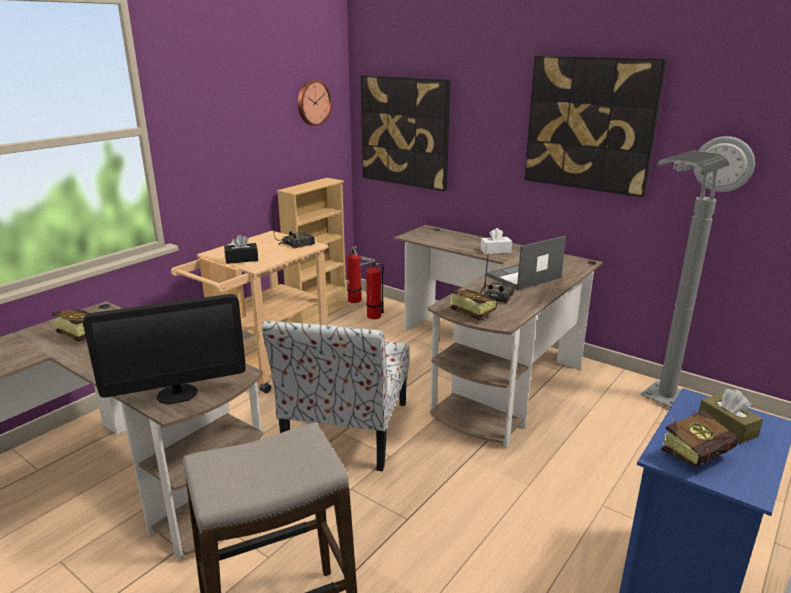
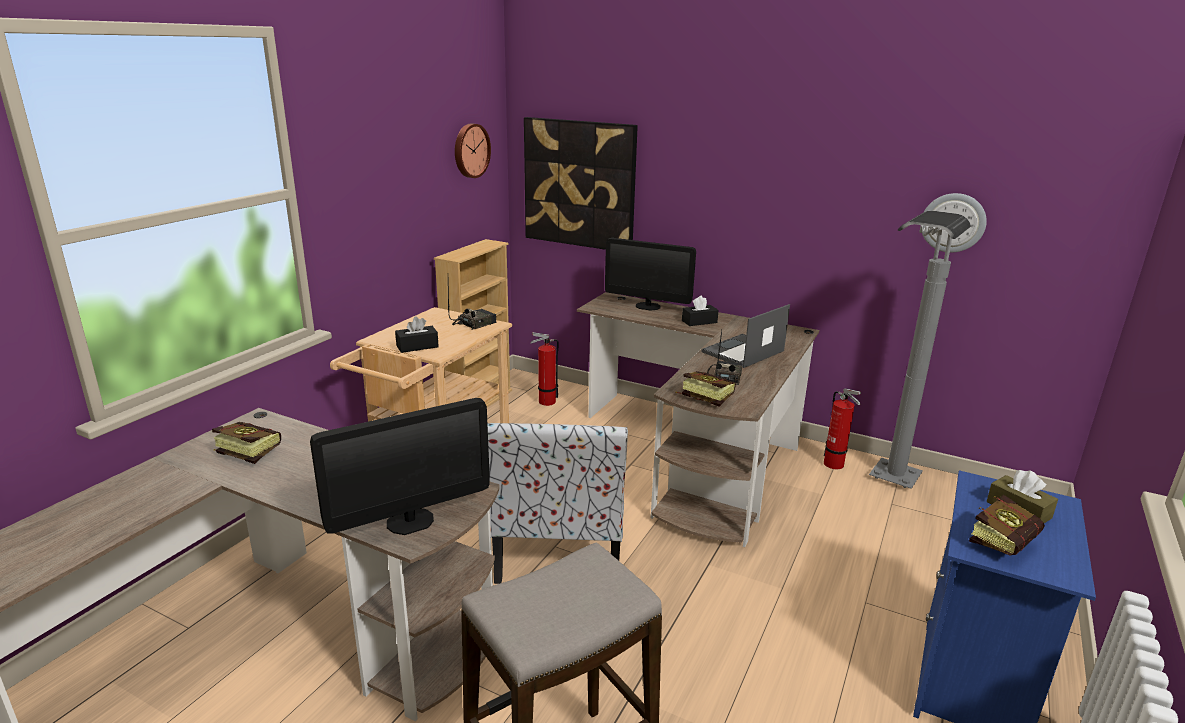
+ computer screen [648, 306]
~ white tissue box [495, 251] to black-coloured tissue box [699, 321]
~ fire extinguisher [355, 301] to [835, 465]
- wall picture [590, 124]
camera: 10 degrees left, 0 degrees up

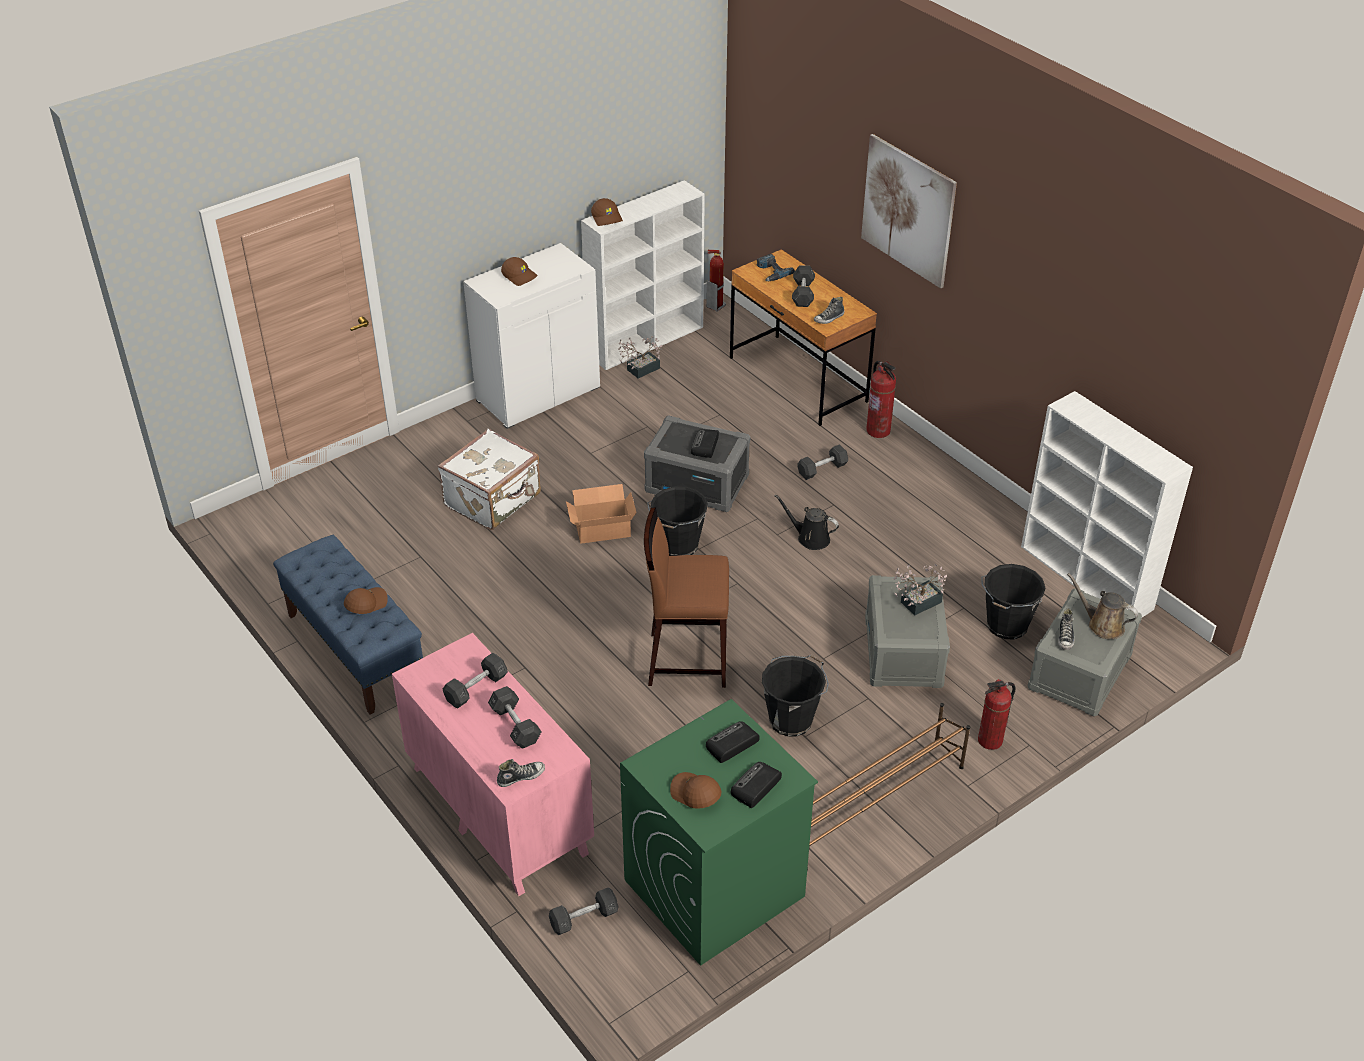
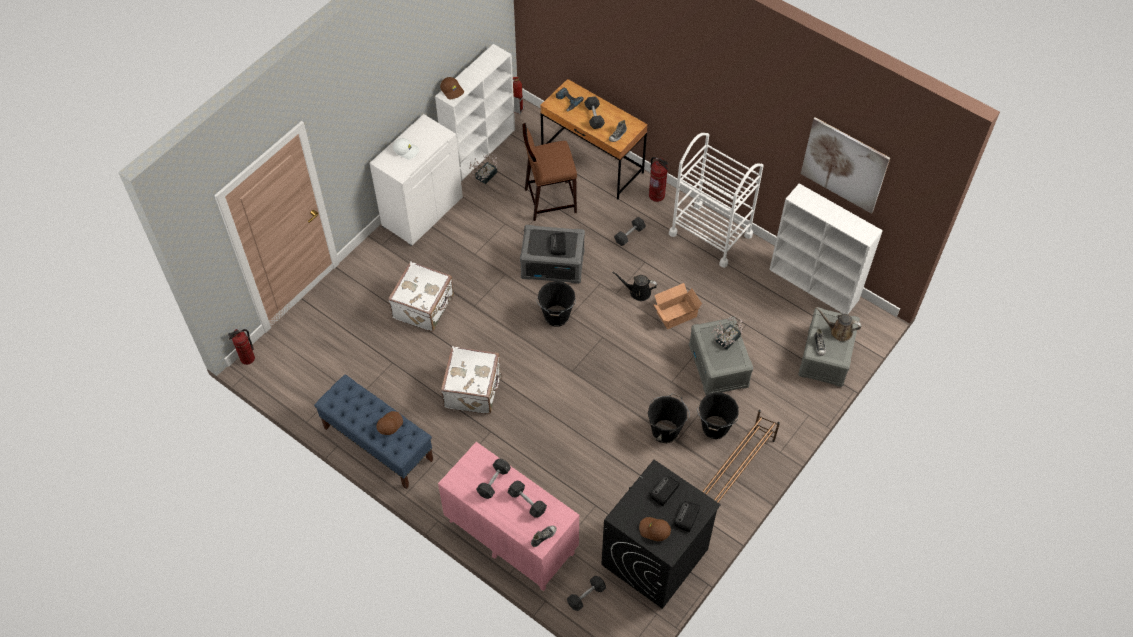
~ fire extinguisher [990, 741] to [247, 359]
~ brown peaked cap [520, 276] to white peaked cap [406, 150]
+ white travel case [473, 390]
~ brown stool [686, 659] to [549, 200]
~ green-coloured laundry appliance [713, 889] to black-coloured laundry appliance [654, 558]
~ packing box [601, 527] to [675, 313]
+ white wheeled cart [710, 234]
~ black-coloured pail [1006, 626] to [714, 428]
~ wall picture [908, 210] to [844, 165]
camera: 15 degrees left, 15 degrees up

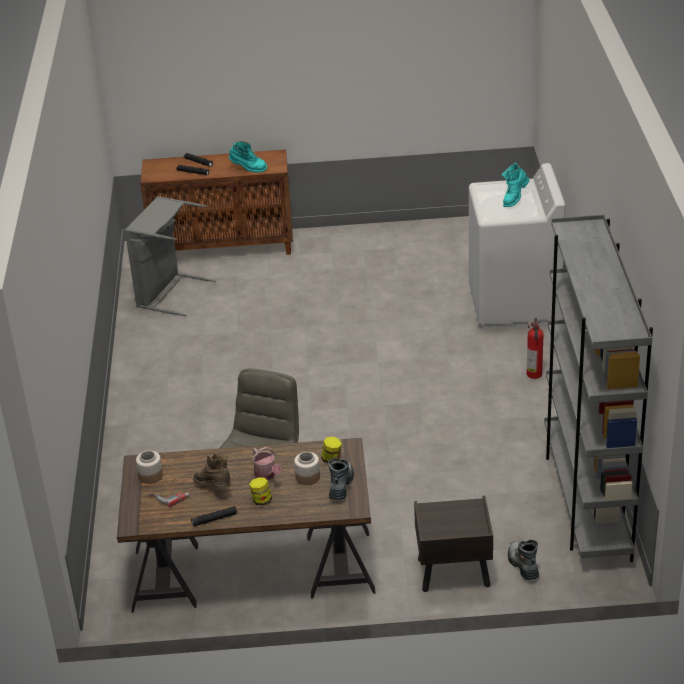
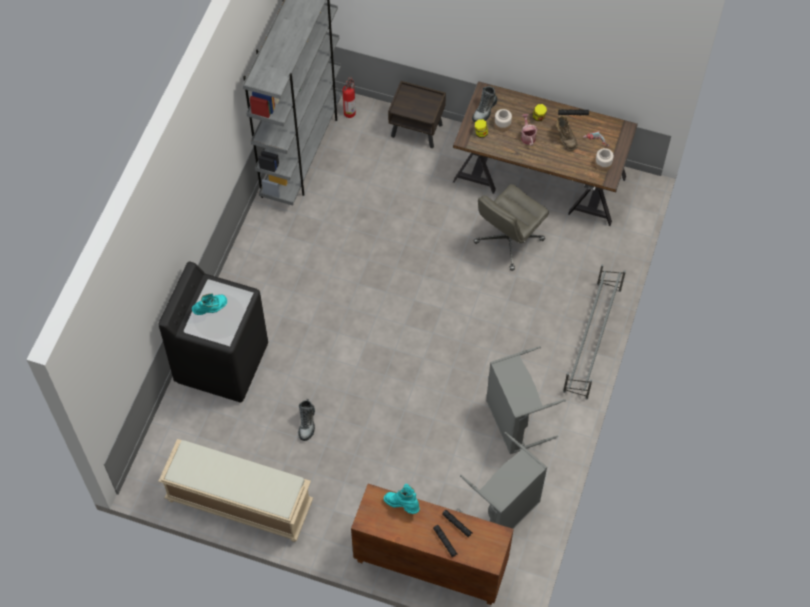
+ beige bench [238, 502]
~ white laundry appliance [514, 305] to black-coloured laundry appliance [222, 362]
~ boot [522, 565] to [307, 423]
~ fire extinguisher [534, 375] to [350, 112]
+ greyish laundry basket [514, 421]
+ greyish shoe rack [592, 340]
camera: 160 degrees left, 25 degrees up

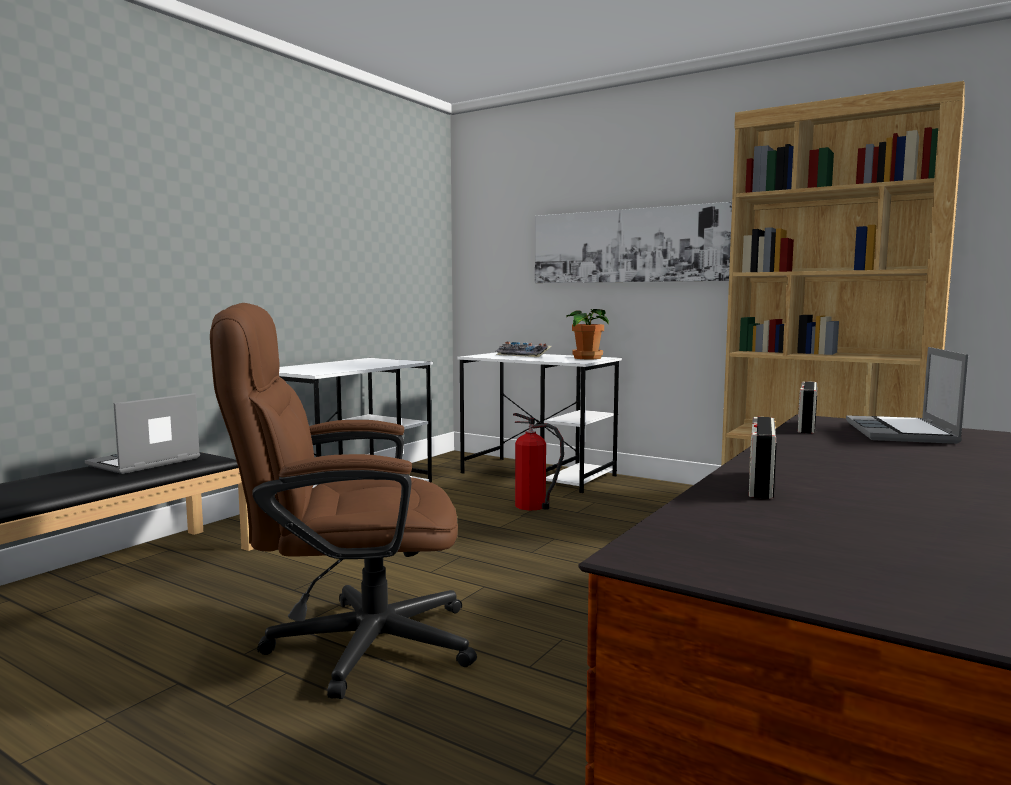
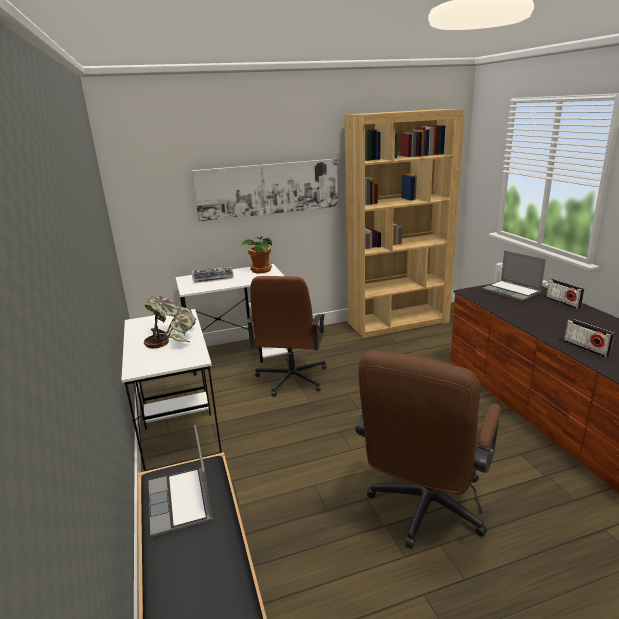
+ plant in a pot [172, 338]
~ fire extinguisher [533, 506] to brown office chair [291, 378]
~ radio [806, 427] to [563, 302]
camera: 50 degrees left, 15 degrees up

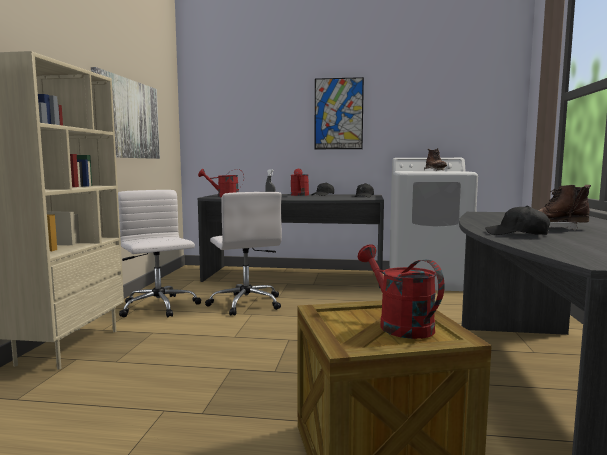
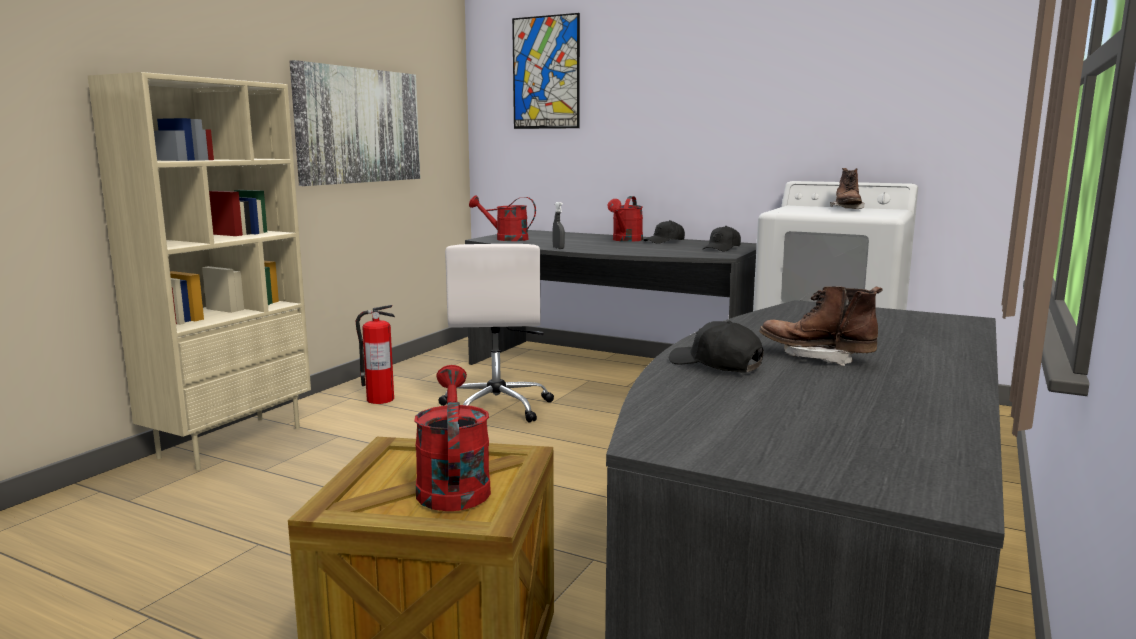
~ white office chair [159, 307] to fire extinguisher [379, 399]
~ wall picture [338, 114] to [546, 73]
camera: 20 degrees right, 5 degrees up

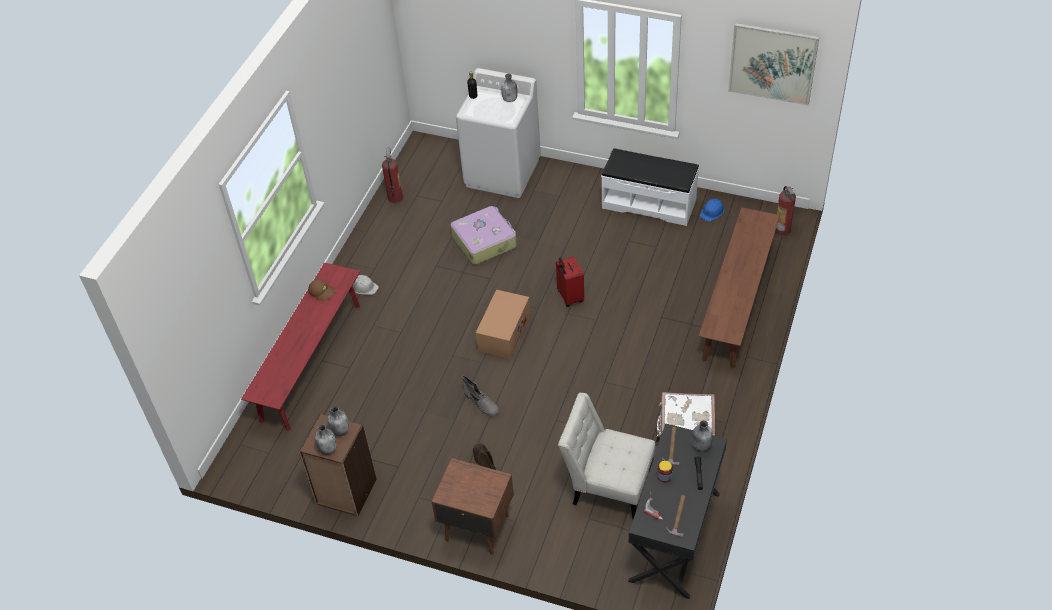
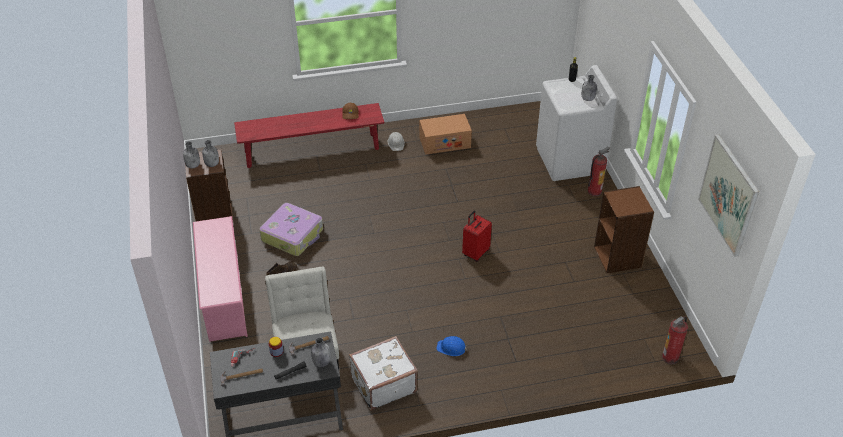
~ brown nightstand [476, 527] to pinkish shoe rack [224, 297]
~ travel case [484, 241] to [293, 235]
~ packing box [504, 332] to [444, 142]
~ blue-coloured work helmet [712, 212] to [451, 348]
~ fire extinguisher [395, 197] to [594, 191]
~ white bench [649, 203] to brown shelving unit [618, 257]
- greyish boot [481, 403]
- brown bench [737, 303]
camera: 55 degrees right, 5 degrees down

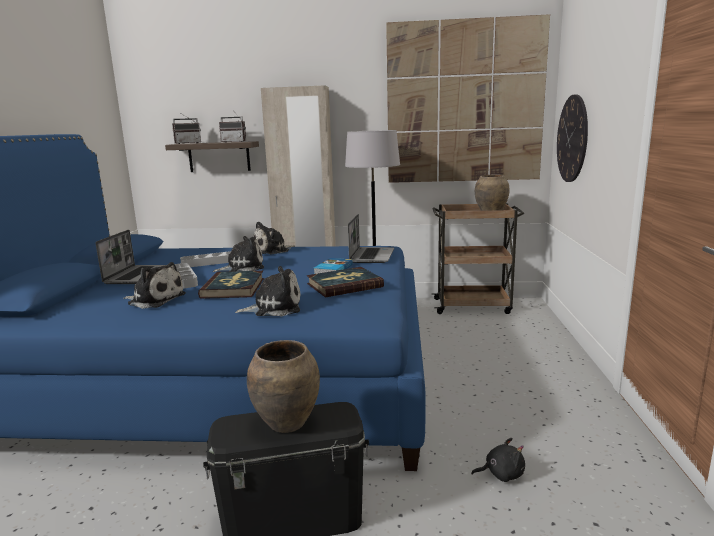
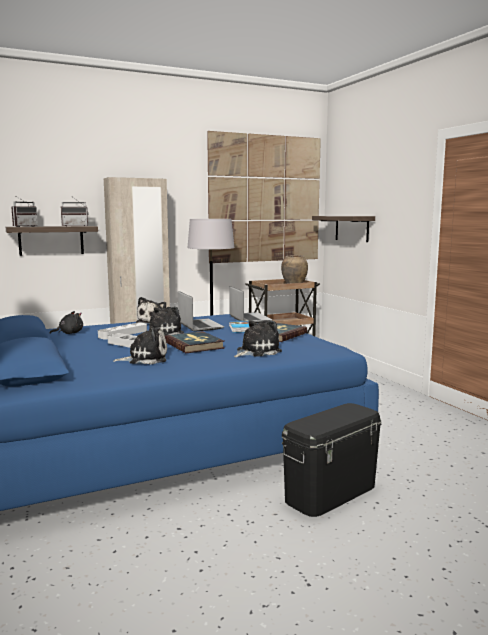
~ black-coloured cuddly toy [501, 474] to [69, 333]
~ notebook computer [137, 275] to [199, 326]
~ wall clock [572, 139] to shelf [352, 228]
- brown decorative vase [288, 423]
camera: 30 degrees left, 5 degrees down

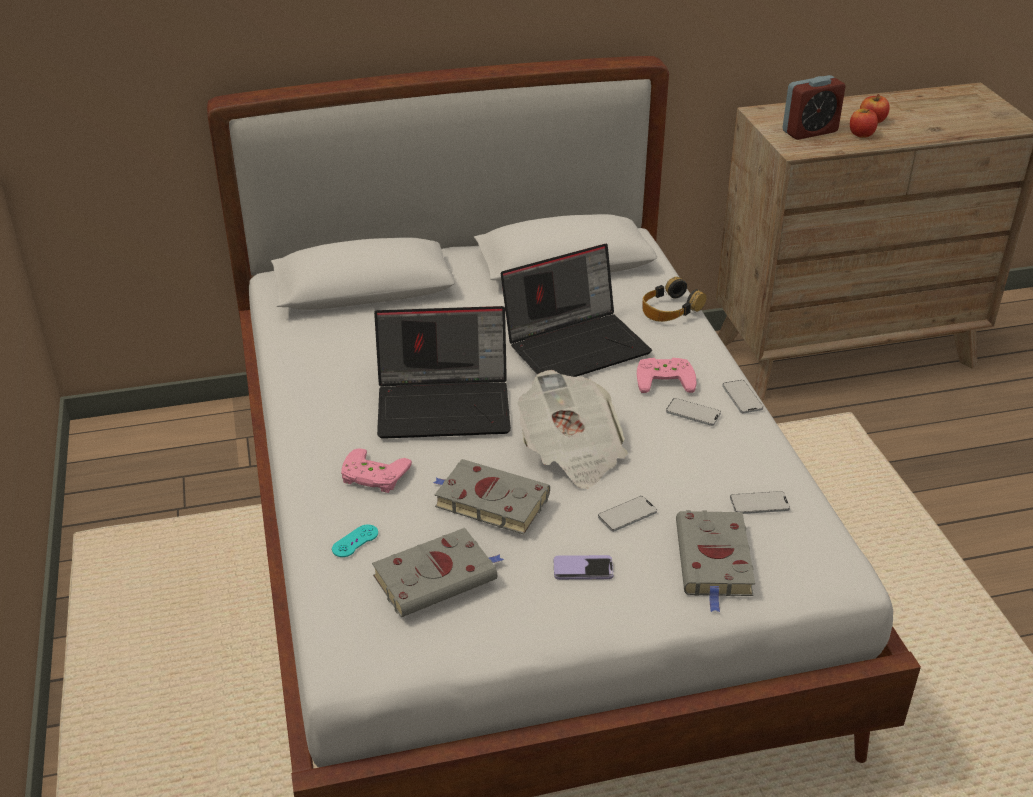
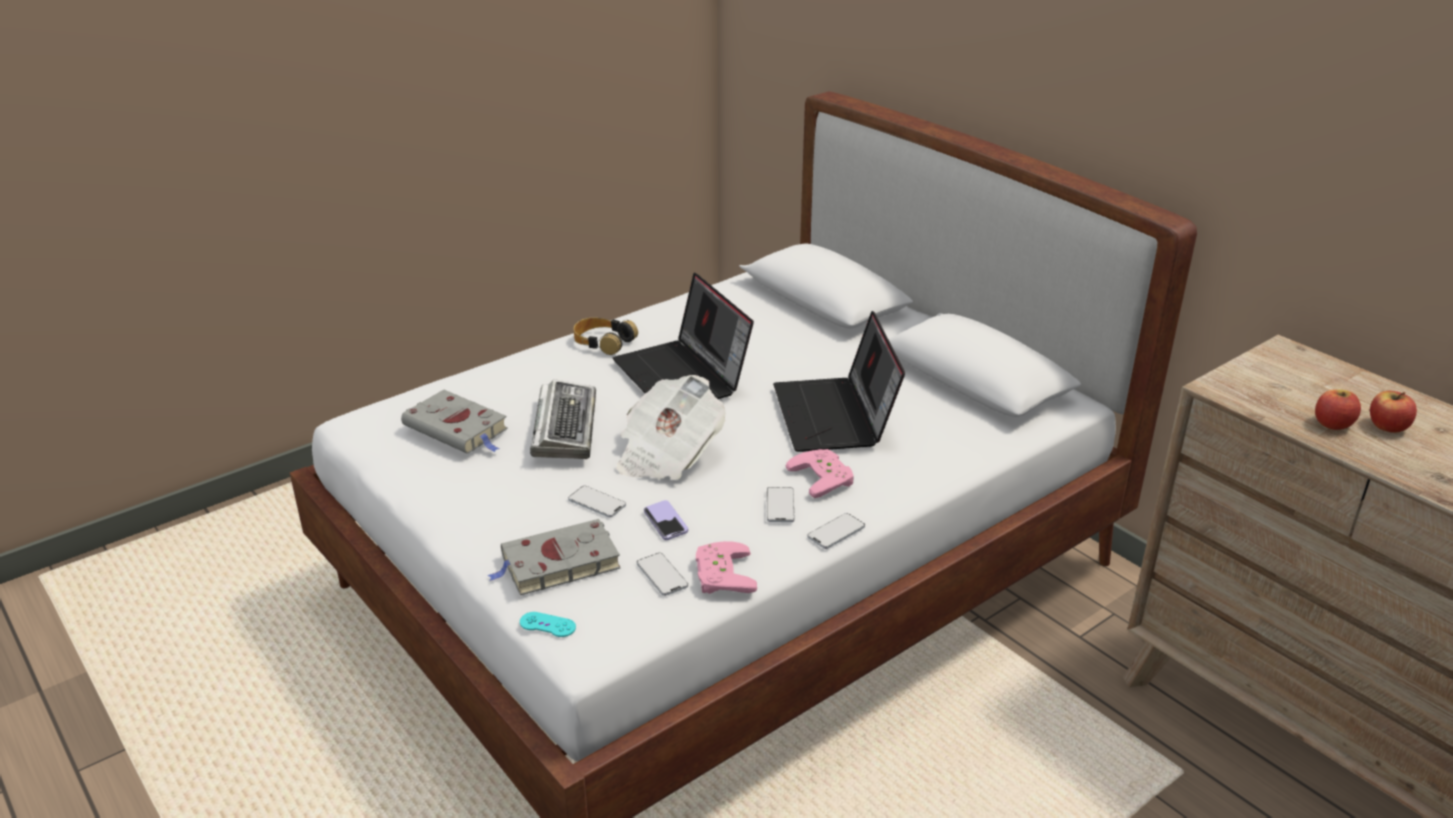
~ turquoise-coloured gamepad [355, 541] to [547, 625]
~ greyish volume [489, 501] to PC keyboard [565, 427]
~ headphones [670, 309] to [603, 342]
~ phone [583, 569] to [665, 522]
~ pinkish gamepad [372, 477] to [720, 574]
~ notebook computer [577, 344] = [835, 416] 45 degrees clockwise
- alarm clock [809, 131]
camera: 65 degrees right, 5 degrees down

